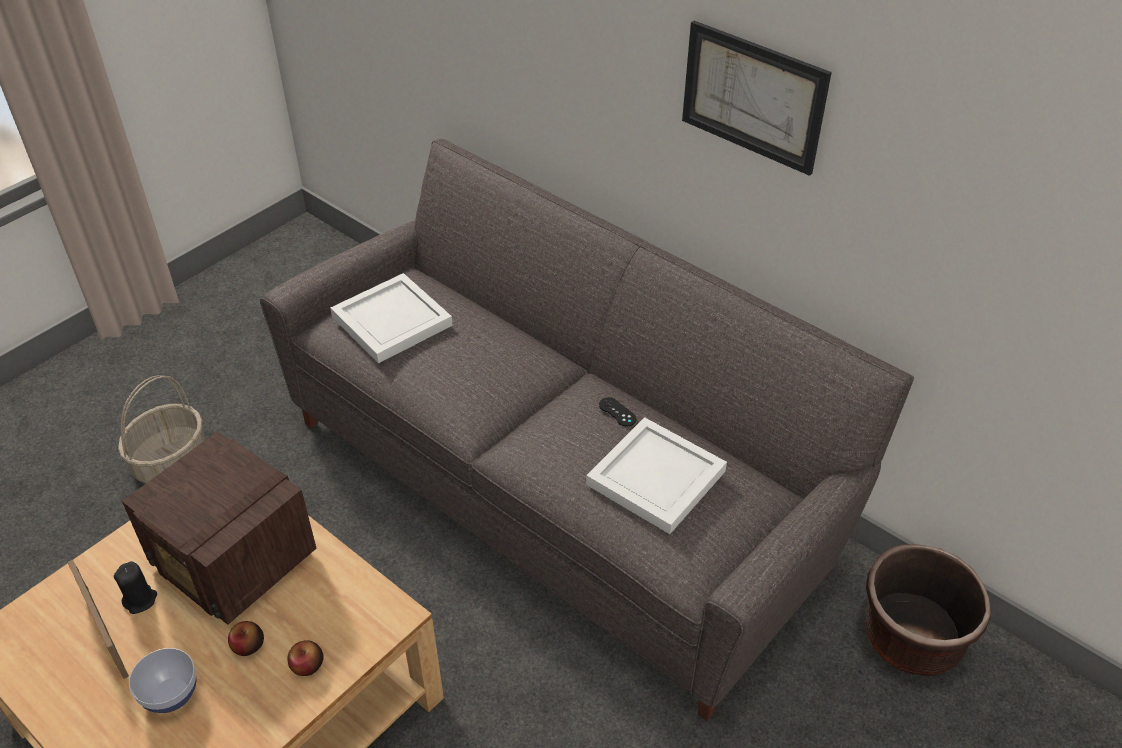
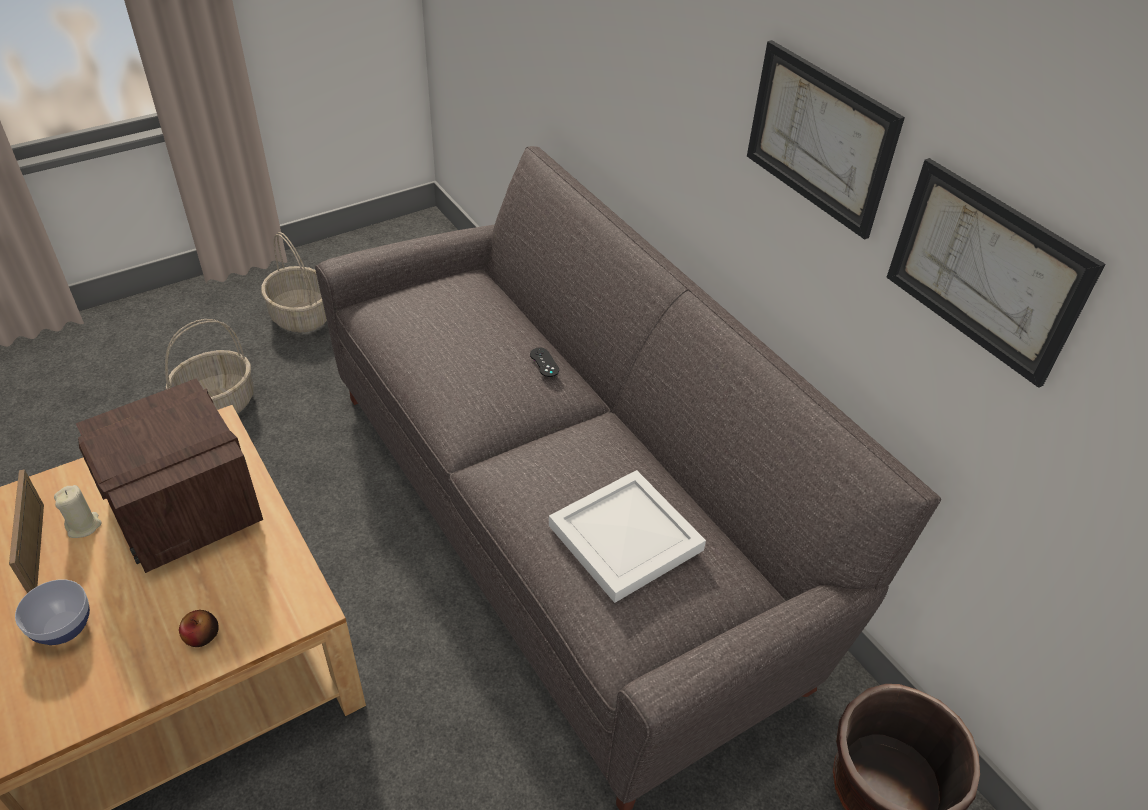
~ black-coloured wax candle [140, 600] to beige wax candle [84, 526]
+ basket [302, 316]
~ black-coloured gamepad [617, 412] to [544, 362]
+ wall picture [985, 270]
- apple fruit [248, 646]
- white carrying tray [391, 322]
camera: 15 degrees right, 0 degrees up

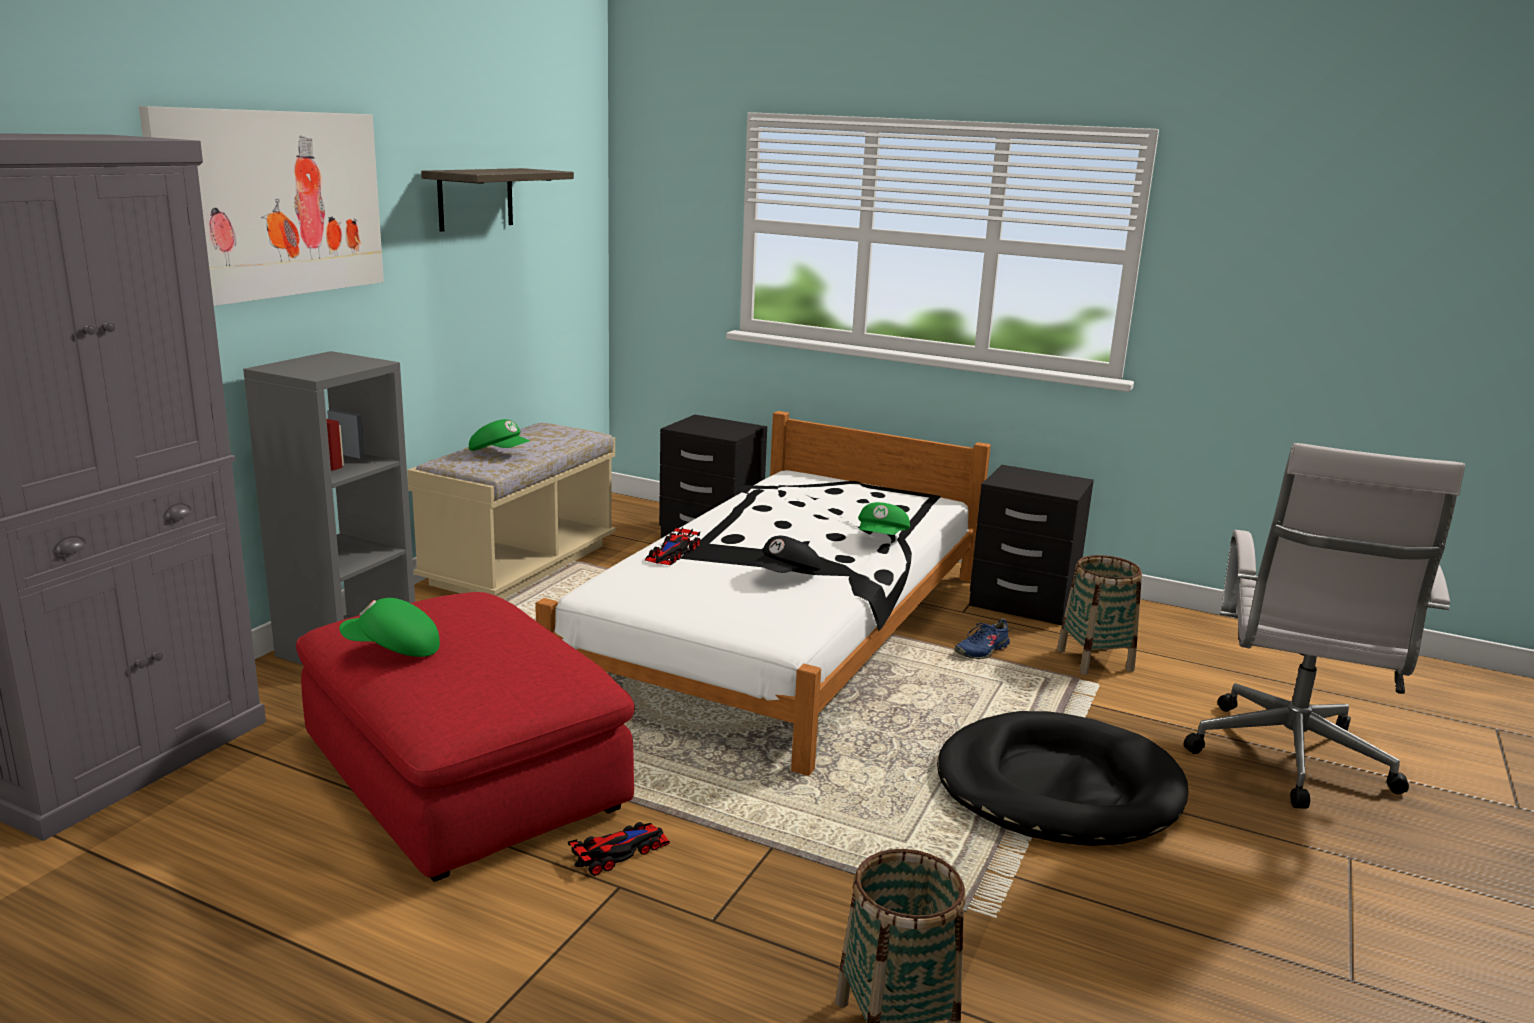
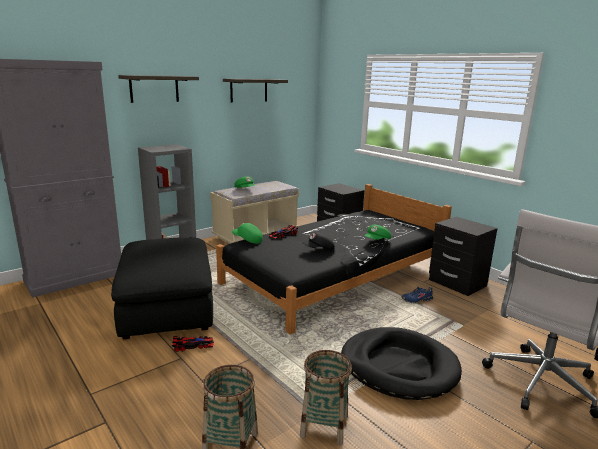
~ red-coloured footrest [464, 774] to black-coloured footrest [167, 304]
~ wall picture [272, 204] to shelf [154, 88]
~ white bed [786, 630] to black-coloured bed [335, 275]
~ green-coloured peaked cap [392, 649] to [247, 240]
~ basket [1094, 660] to [324, 425]
camera: 25 degrees right, 0 degrees up

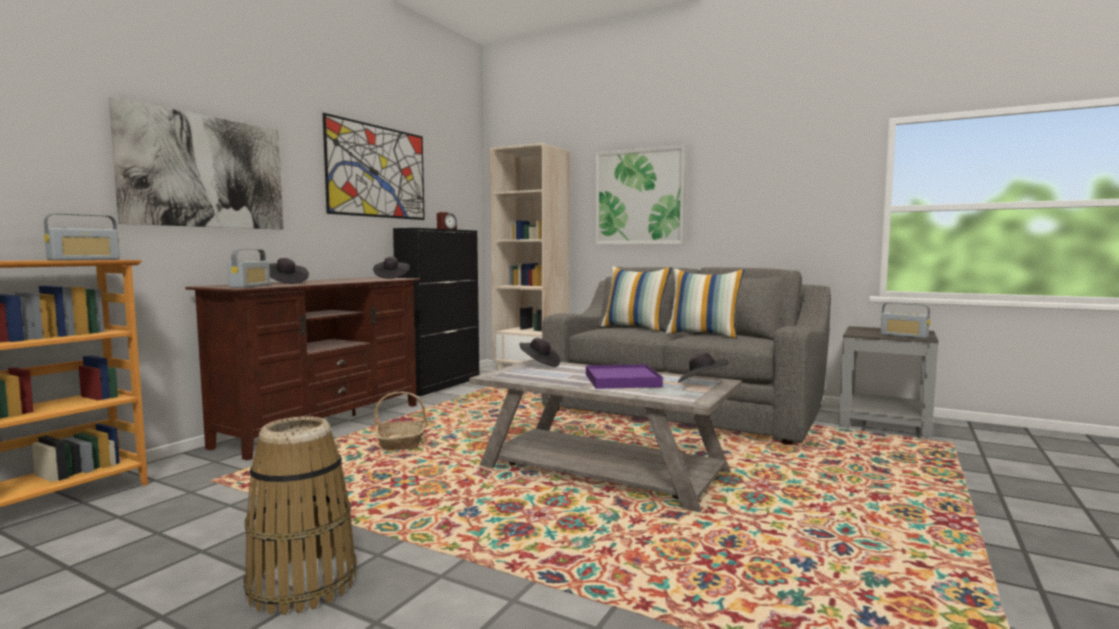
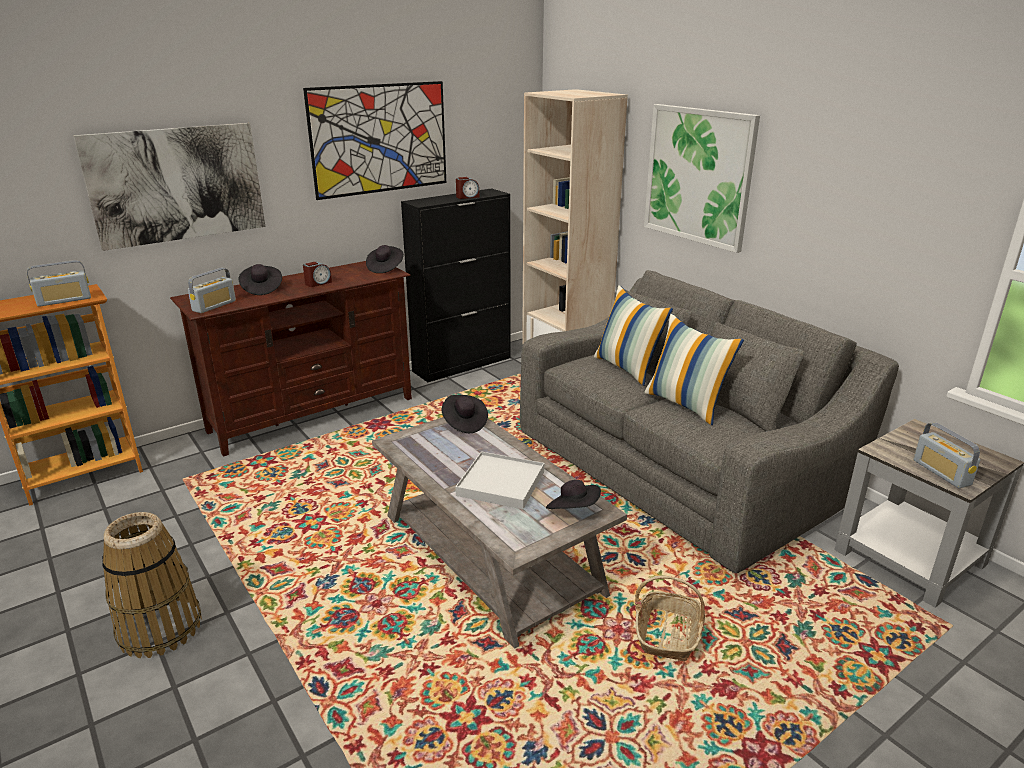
+ alarm clock [318, 283]
~ purplish carrying tray [622, 380] to white carrying tray [501, 483]
~ basket [402, 443] to [668, 634]
camera: 25 degrees right, 20 degrees up

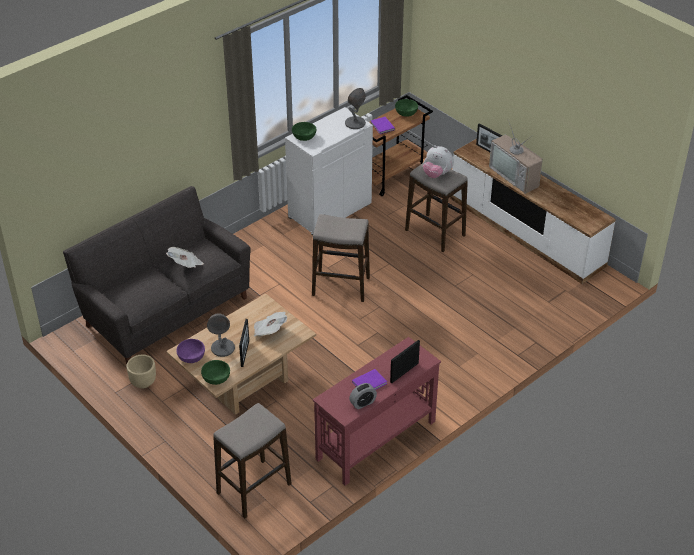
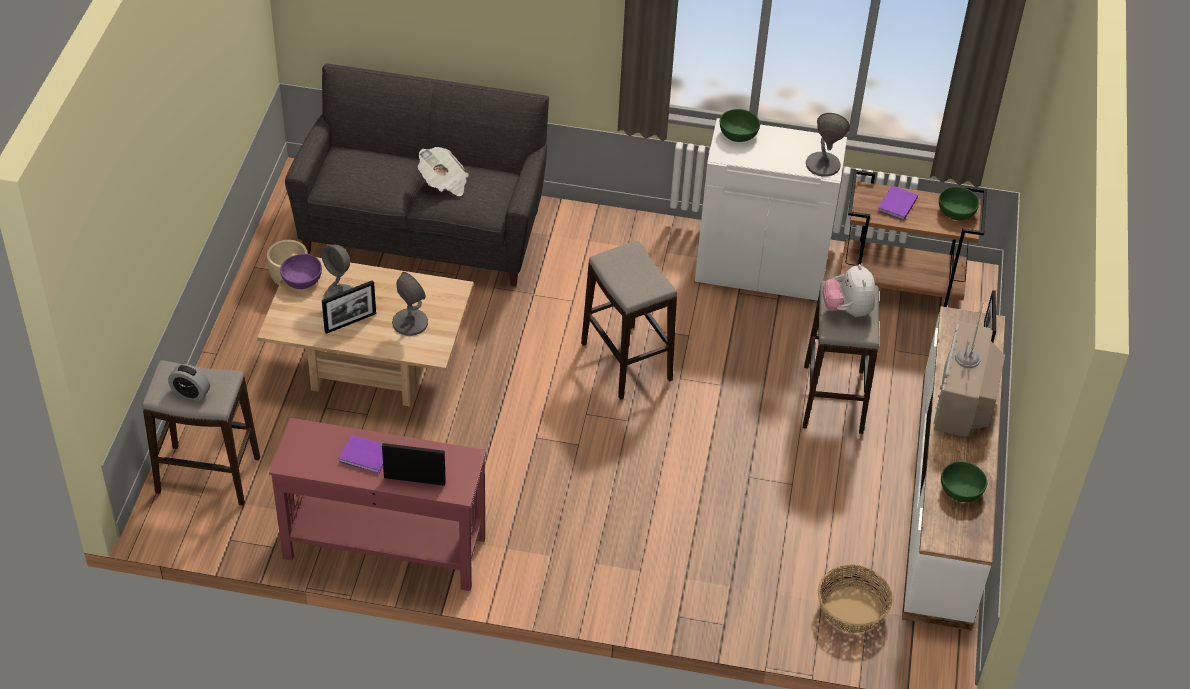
~ alarm clock [363, 403] to [191, 393]
~ newspaper [269, 330] to greyish table lamp [410, 322]
+ basket [851, 610]
~ green-coloured serving bowl [216, 377] to [961, 490]
camera: 50 degrees right, 5 degrees up

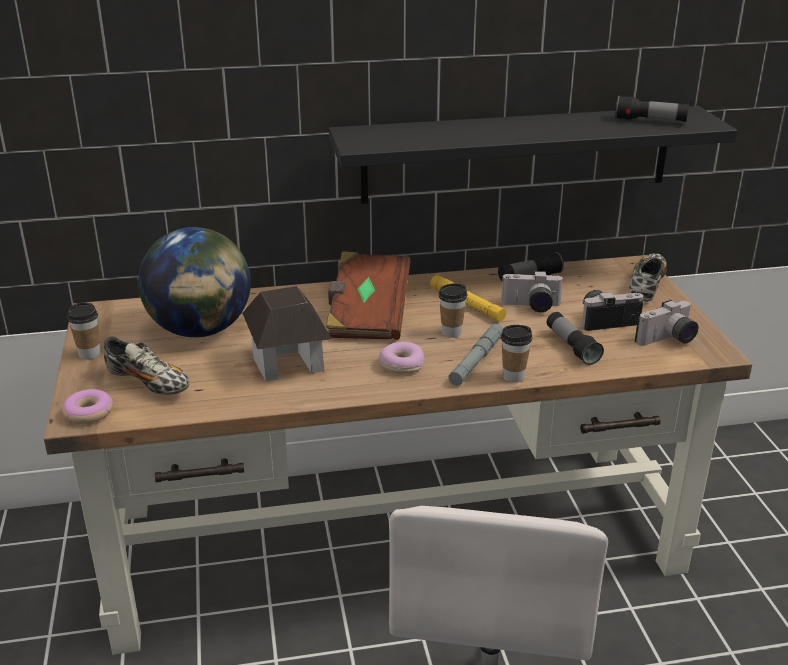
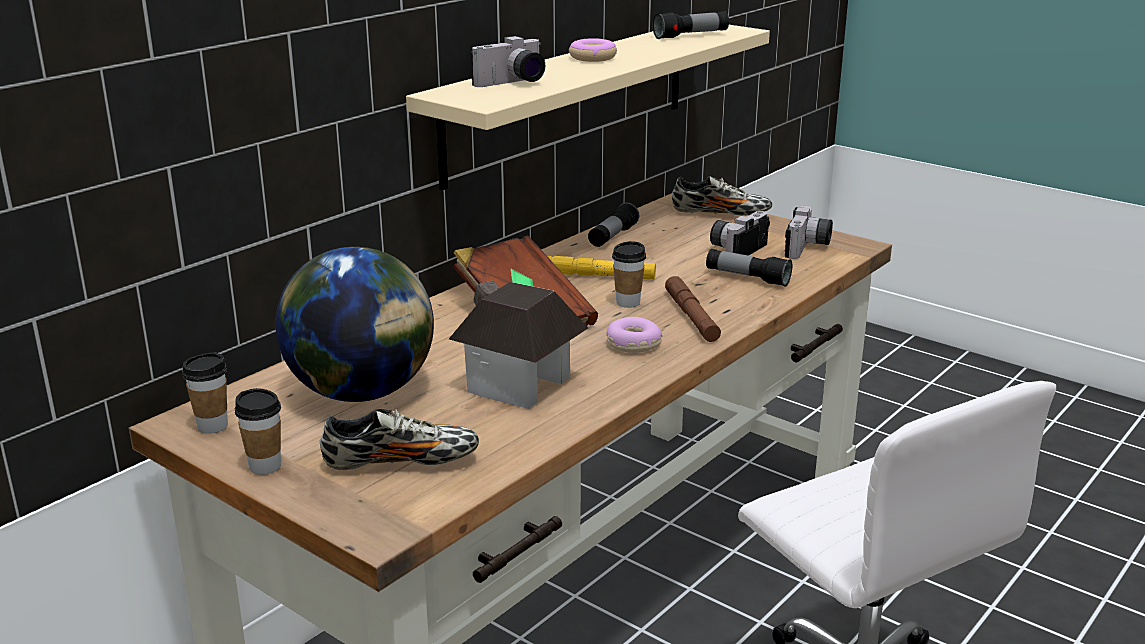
~ drinking cup [513, 377] to [212, 426]
~ black-coloured shelf [517, 154] to beige shelf [570, 99]
~ photo camera [531, 307] to [513, 83]
~ doughnut [89, 413] to [593, 58]
~ greyish hand torch [476, 360] to brown hand torch [691, 316]
~ shoe [646, 286] = [720, 214] 120 degrees clockwise
camera: 40 degrees left, 5 degrees down

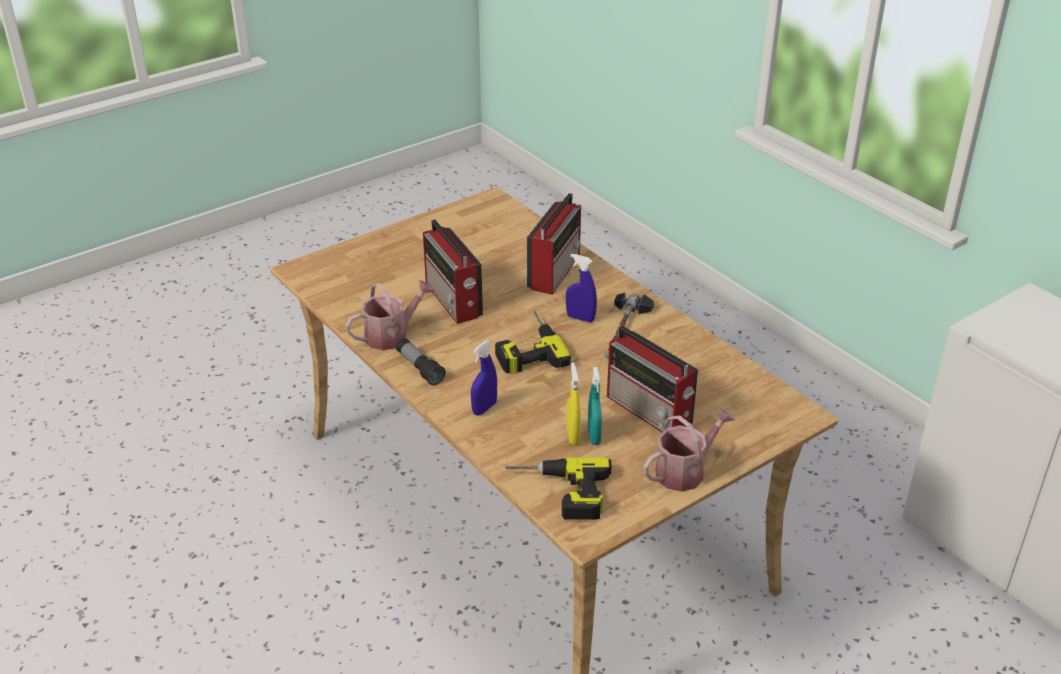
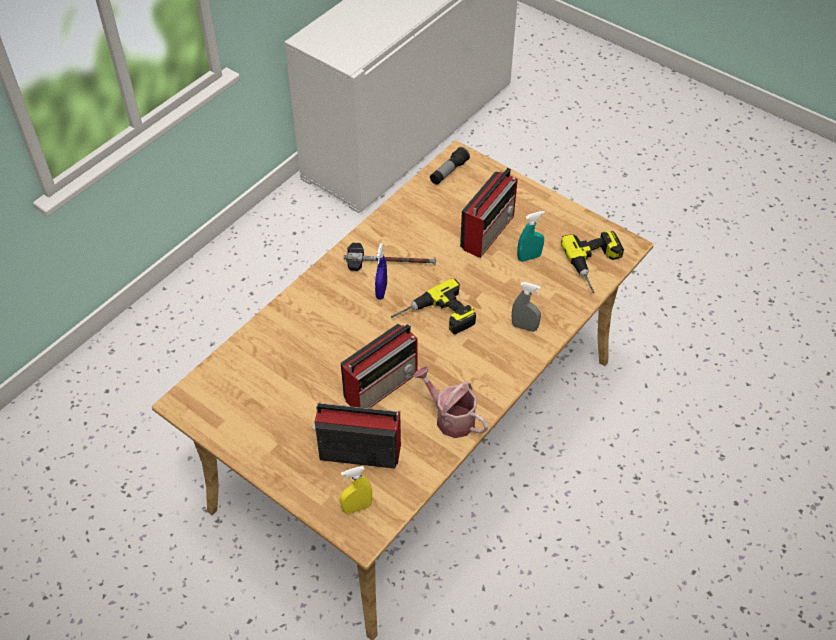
~ radio [555, 271] to [357, 451]
~ yellow-coloured spray bottle [573, 436] to [357, 507]
~ hand torch [419, 368] to [449, 172]
~ blue-coloured spray bottle [484, 408] to greyish spray bottle [524, 327]
- watering can [685, 471]
camera: 105 degrees left, 15 degrees up

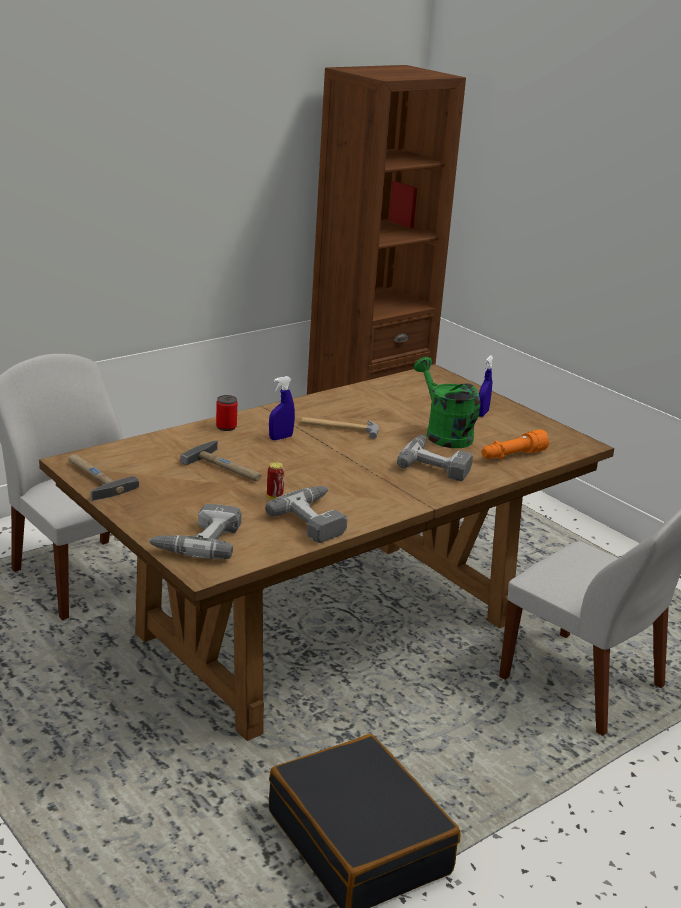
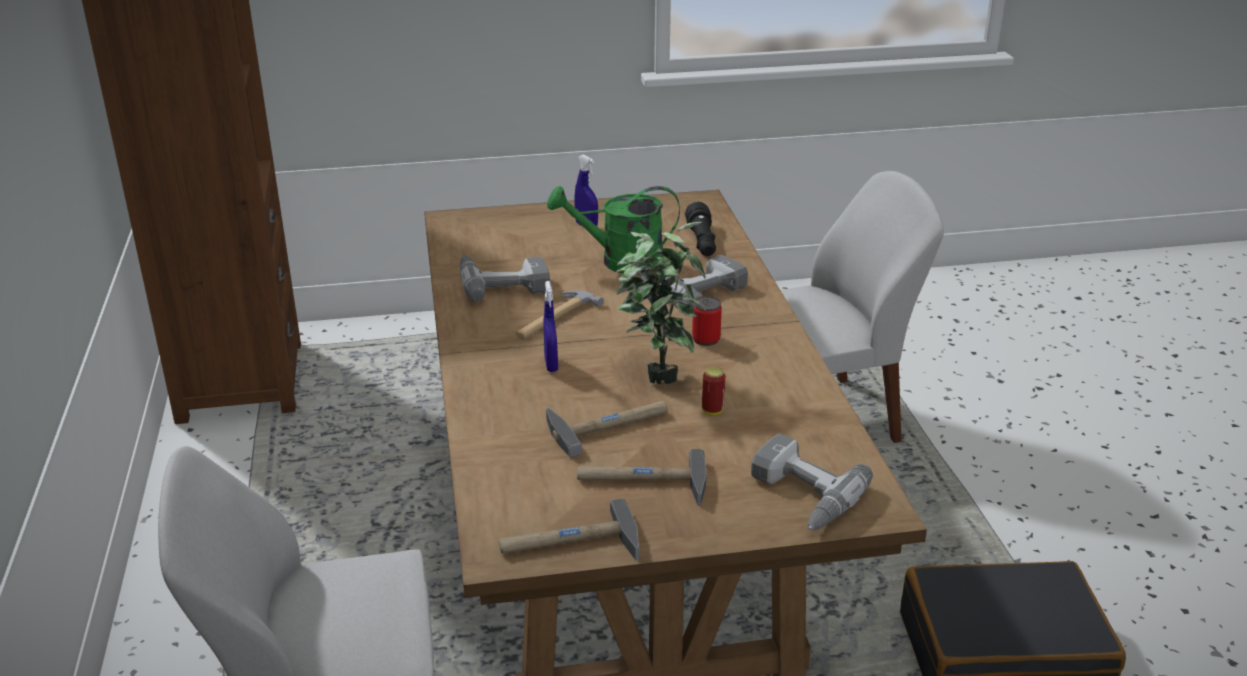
~ electric drill [317, 519] to [502, 282]
+ tool hammer [642, 482]
+ plant in a pot [658, 371]
~ orange hand torch [512, 456] to black-coloured hand torch [702, 242]
~ can [226, 427] to [706, 339]
camera: 60 degrees left, 5 degrees up

